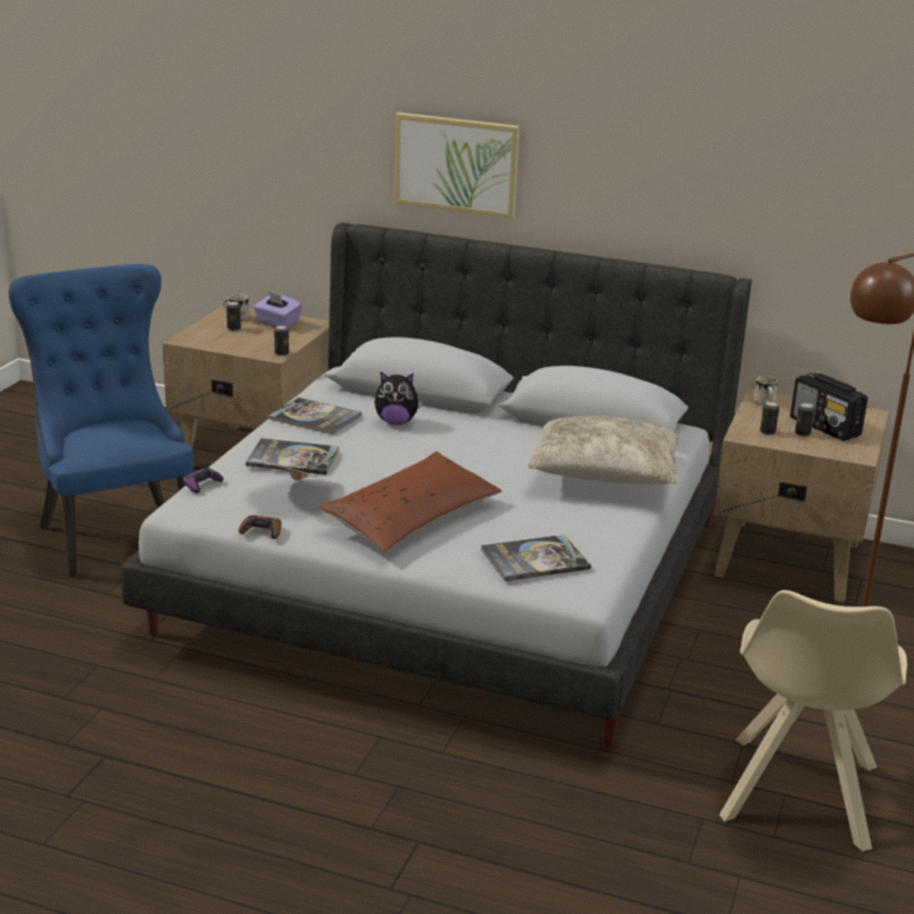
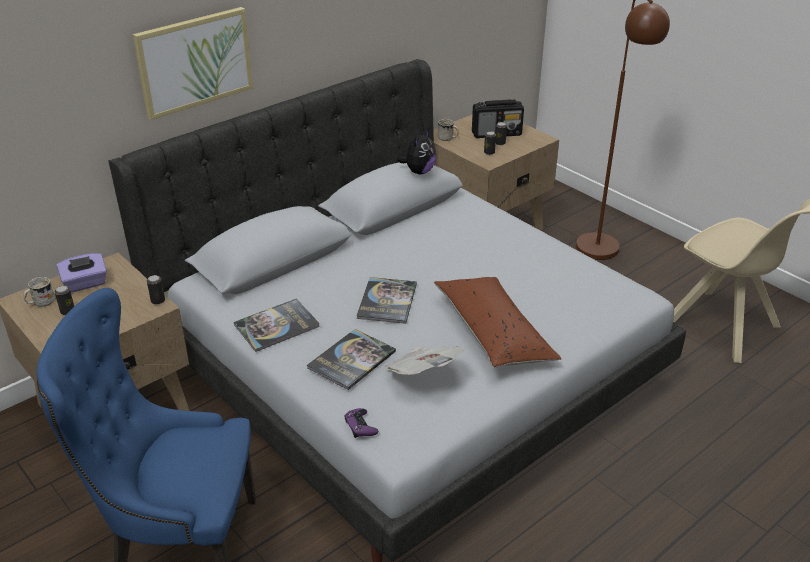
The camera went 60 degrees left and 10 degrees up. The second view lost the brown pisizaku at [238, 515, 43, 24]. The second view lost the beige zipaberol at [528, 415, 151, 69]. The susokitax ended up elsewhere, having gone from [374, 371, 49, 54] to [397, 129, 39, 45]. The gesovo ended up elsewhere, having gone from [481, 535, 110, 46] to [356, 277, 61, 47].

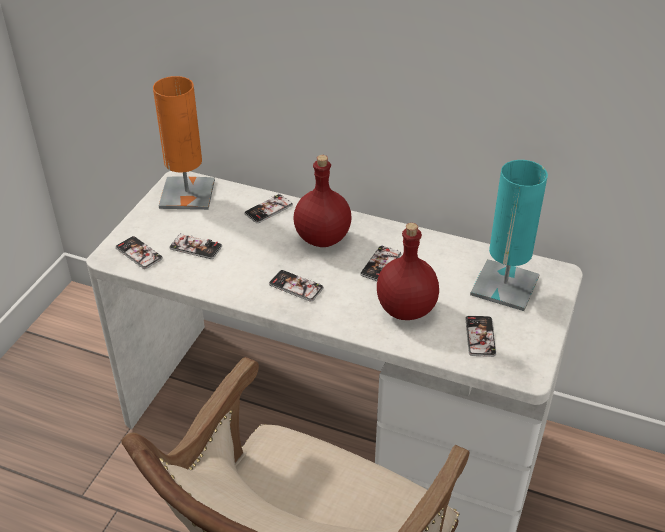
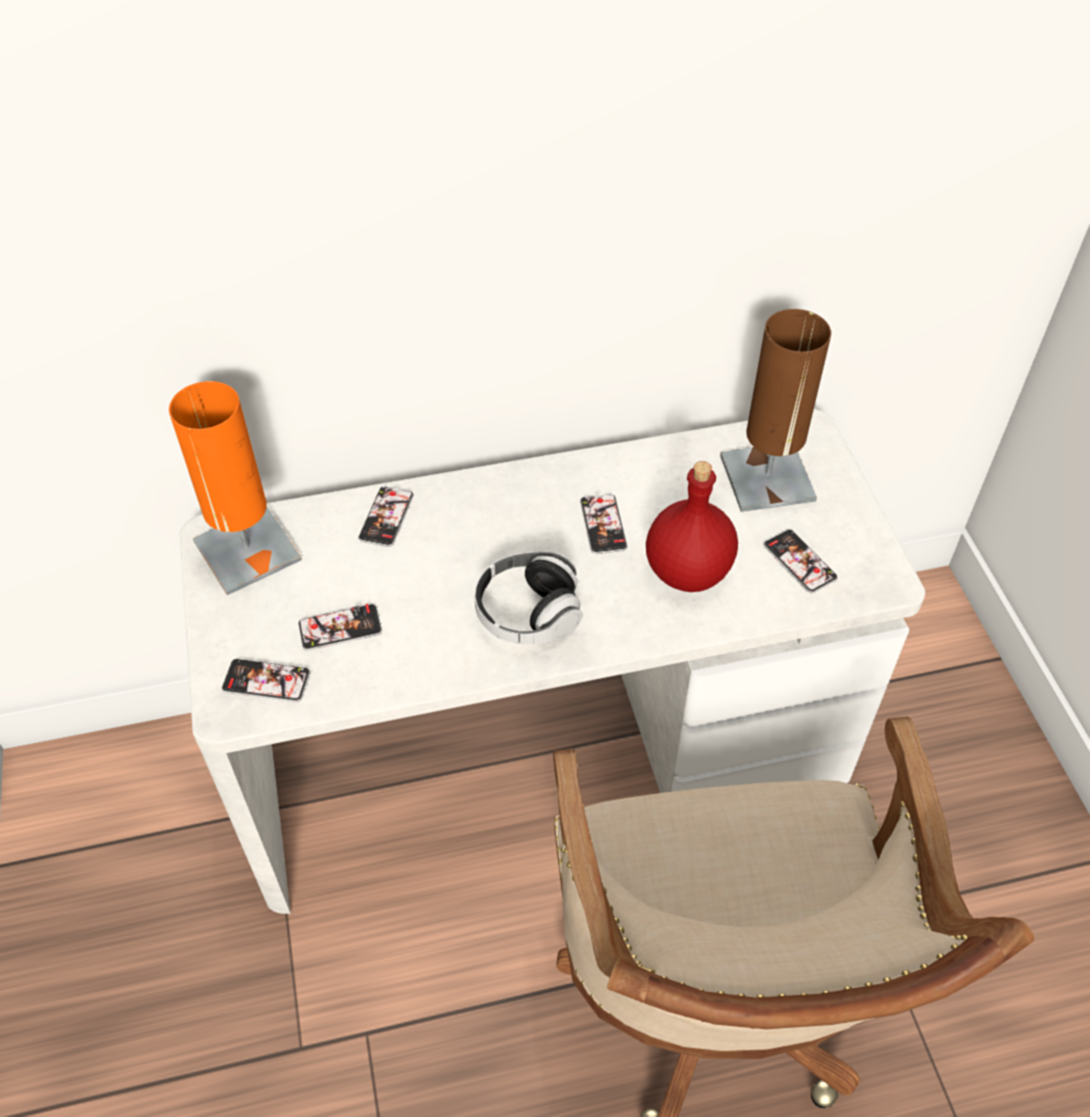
The camera went 35 degrees left and 10 degrees up. The second view lost the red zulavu at [294, 155, 58, 92]. Where the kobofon stood at [269, 270, 55, 31], the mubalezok came to stand at [474, 552, 109, 92]. What was the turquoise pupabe at [470, 160, 78, 151] turned into the brown pupabe at [720, 309, 111, 203].

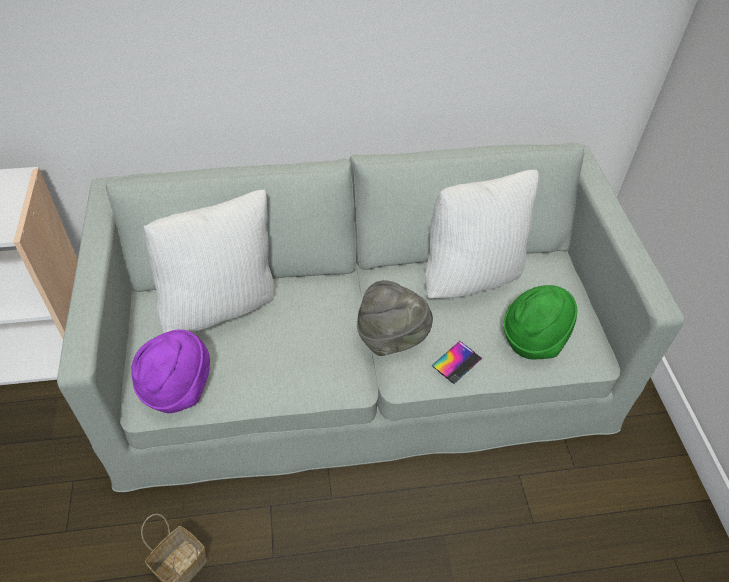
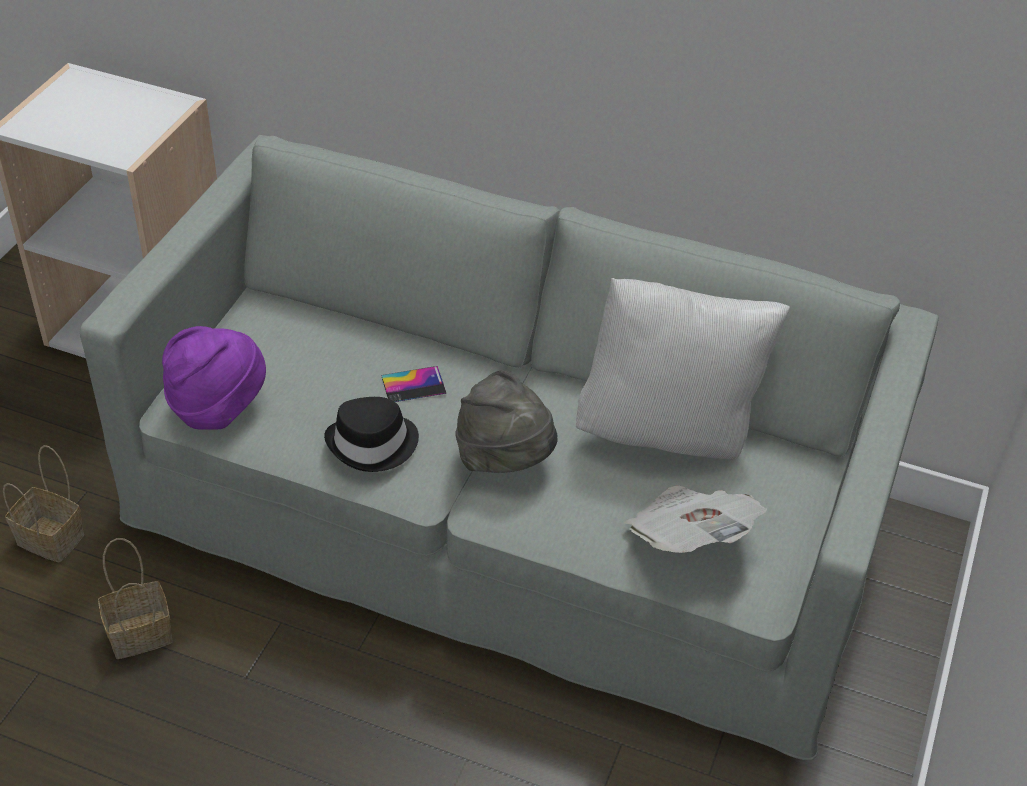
The camera went 30 degrees right and 5 degrees down. The second view lost the white zipaberol at [144, 190, 130, 143]. The second view gained the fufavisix at [3, 445, 81, 117]. The second view gained the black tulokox at [324, 397, 95, 75]. The kobofon ended up elsewhere, having gone from [431, 341, 51, 43] to [381, 366, 65, 36]. Where the green tulokox stood at [504, 285, 73, 74], the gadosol came to stand at [624, 486, 143, 67].

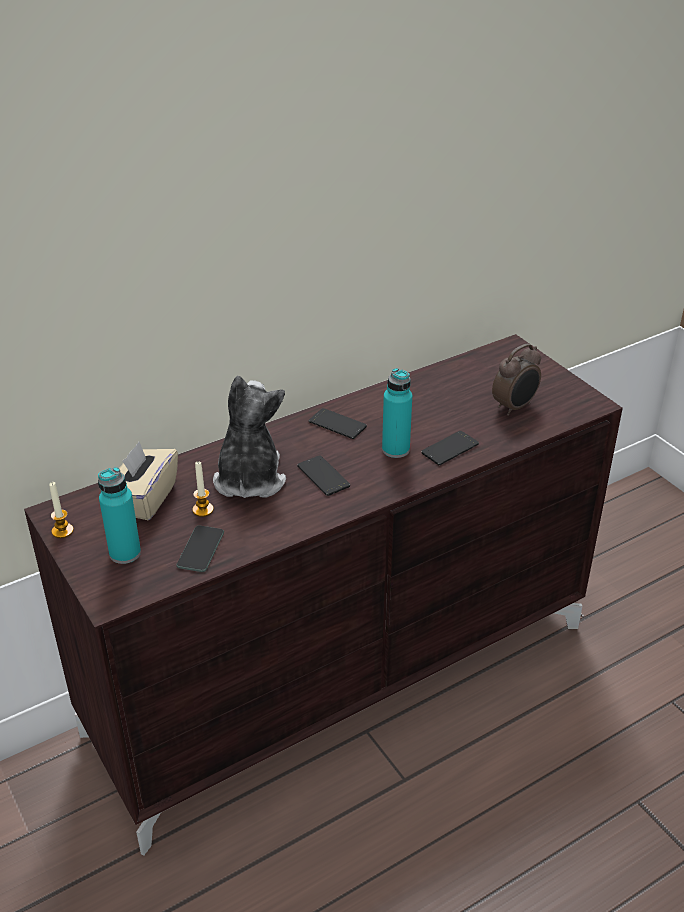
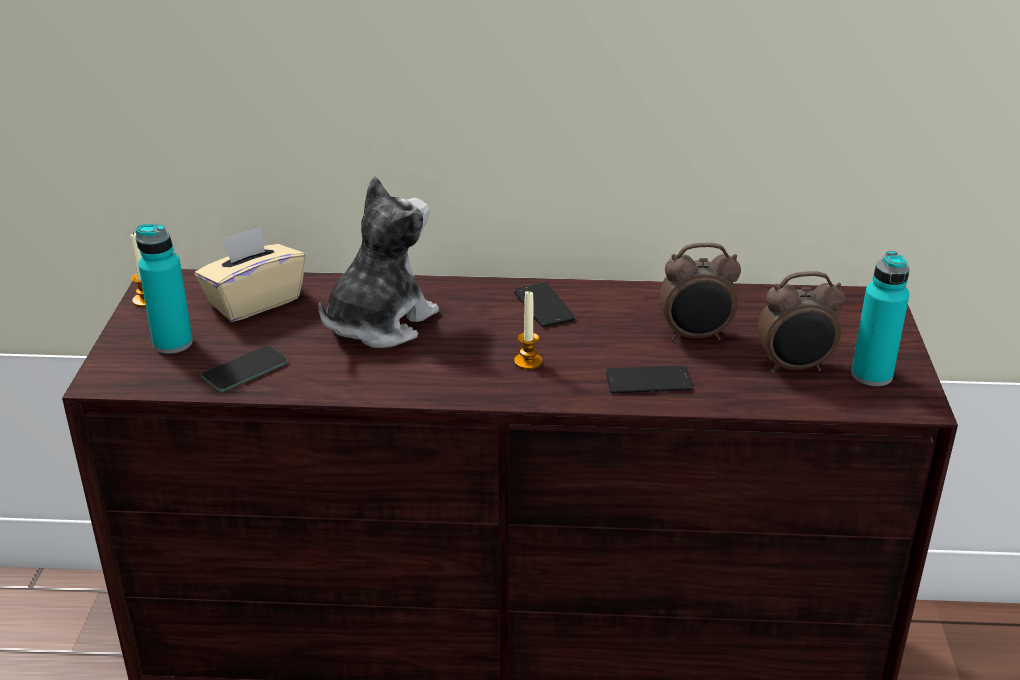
The camera went 35 degrees right and 5 degrees down. The second view lost the kobofon at [297, 456, 53, 40]. The second view gained the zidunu at [659, 243, 82, 98]. The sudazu ended up elsewhere, having gone from [193, 462, 21, 55] to [514, 291, 28, 79]. The turquoise zulavu ended up elsewhere, having gone from [382, 368, 30, 90] to [851, 251, 58, 135].

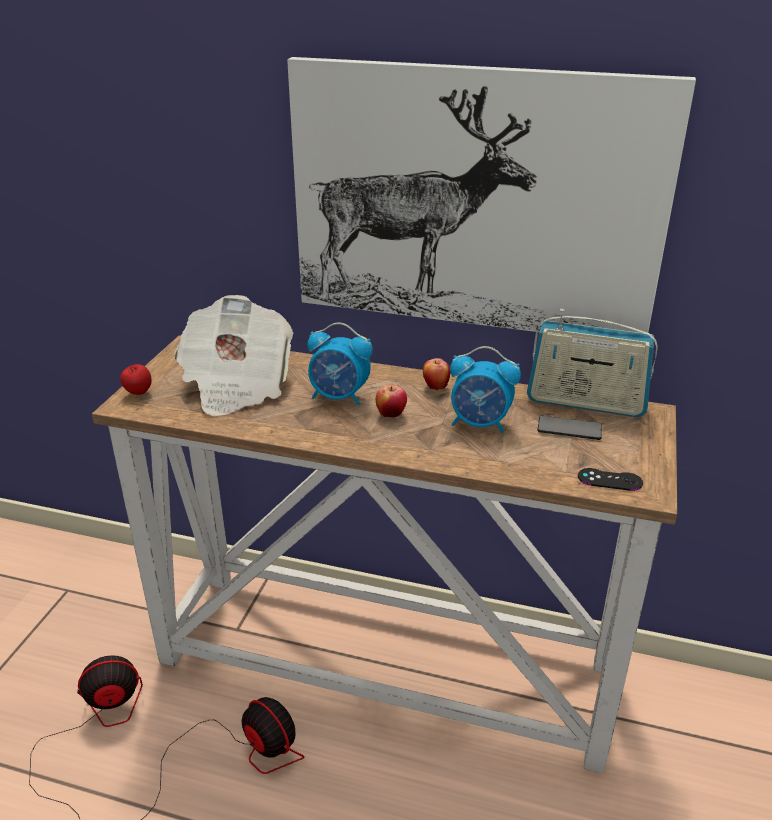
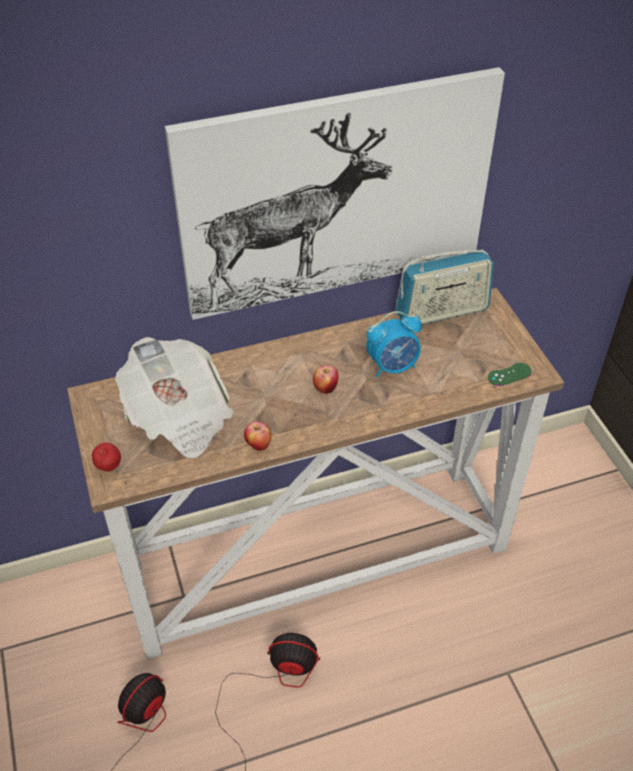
The camera went 35 degrees left and 15 degrees up. The second view lost the zidunu at [307, 322, 66, 84]. The second view lost the kobofon at [537, 416, 65, 24]. The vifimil ended up elsewhere, having gone from [423, 358, 27, 32] to [244, 421, 27, 30]. What was the black pisizaku at [578, 468, 65, 23] turned into the green pisizaku at [488, 363, 44, 23].

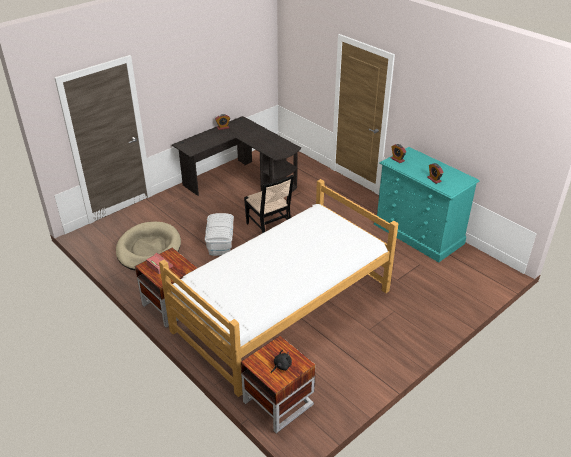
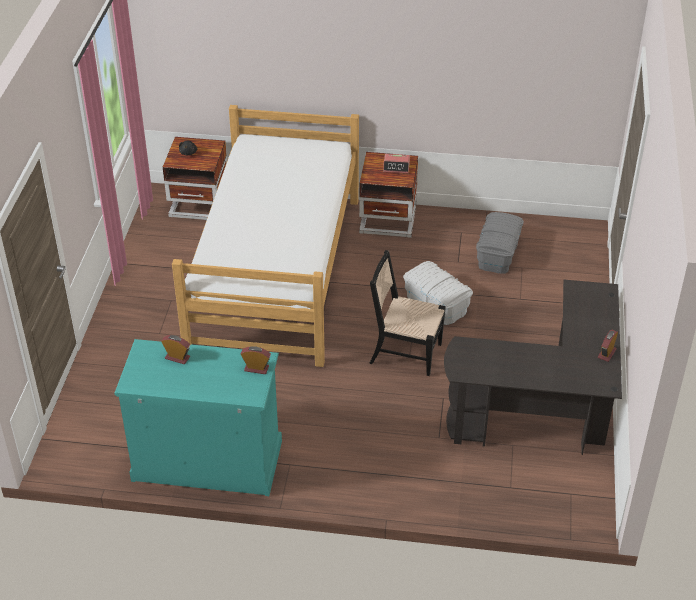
The camera went 140 degrees right and 5 degrees up. Where the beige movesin stood at [116, 222, 65, 49], the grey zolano came to stand at [476, 212, 48, 62].

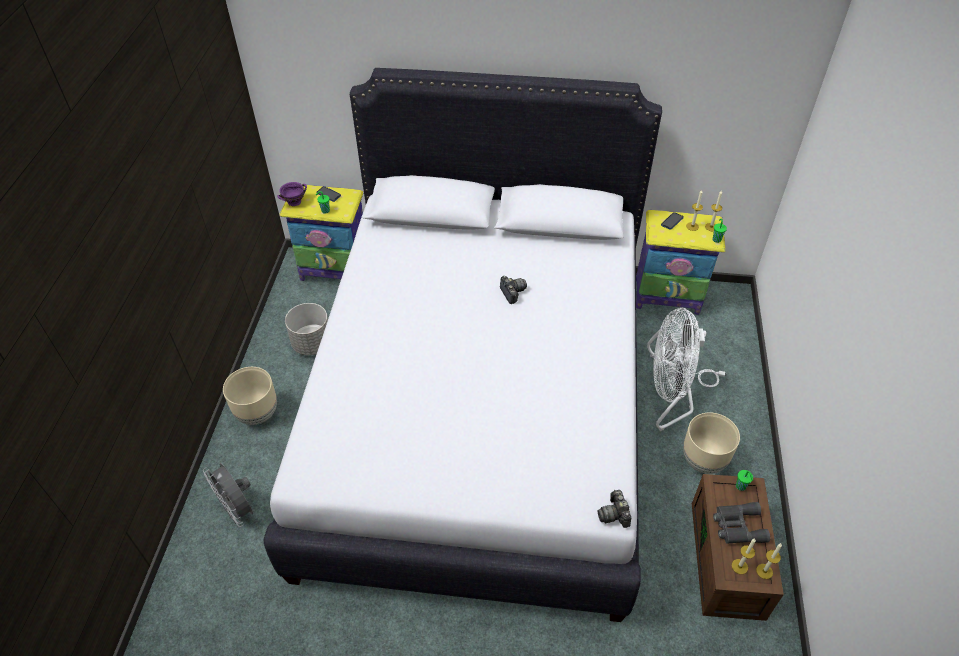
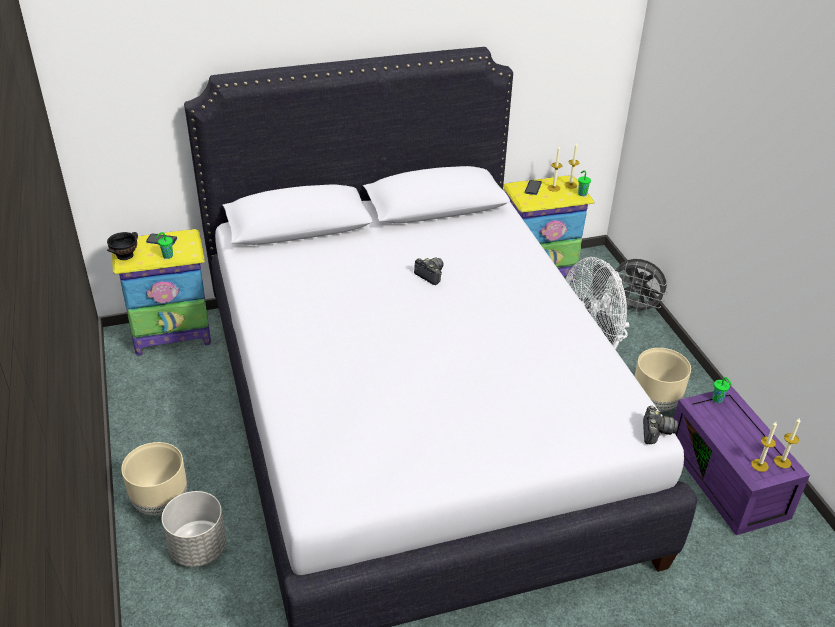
The camera went 25 degrees left and 10 degrees down. The second view lost the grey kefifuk at [713, 502, 57, 42]. The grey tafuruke ended up elsewhere, having gone from [203, 463, 50, 64] to [607, 259, 61, 55]. The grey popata ended up elsewhere, having gone from [285, 303, 43, 52] to [162, 491, 65, 76]. What was the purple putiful at [277, 182, 30, 24] turned into the black putiful at [107, 232, 31, 28]. What was the brown zolano at [692, 474, 92, 147] turned into the purple zolano at [674, 387, 136, 148]. The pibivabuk at [598, 490, 33, 38] ended up facing another way, 135 degrees counterclockwise from before.

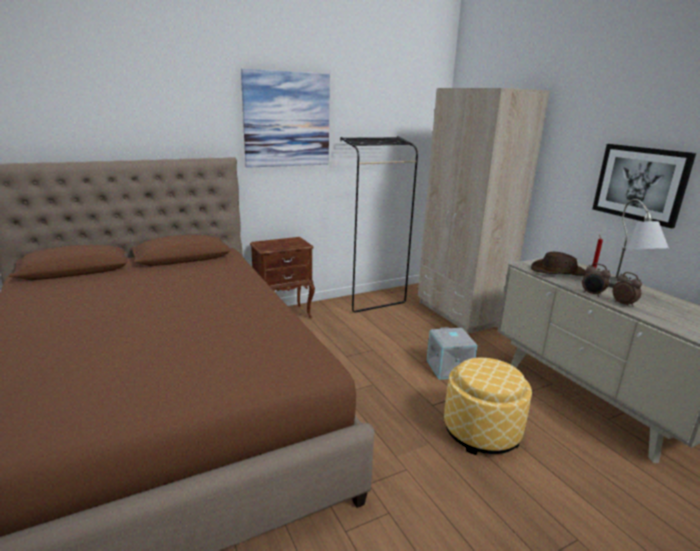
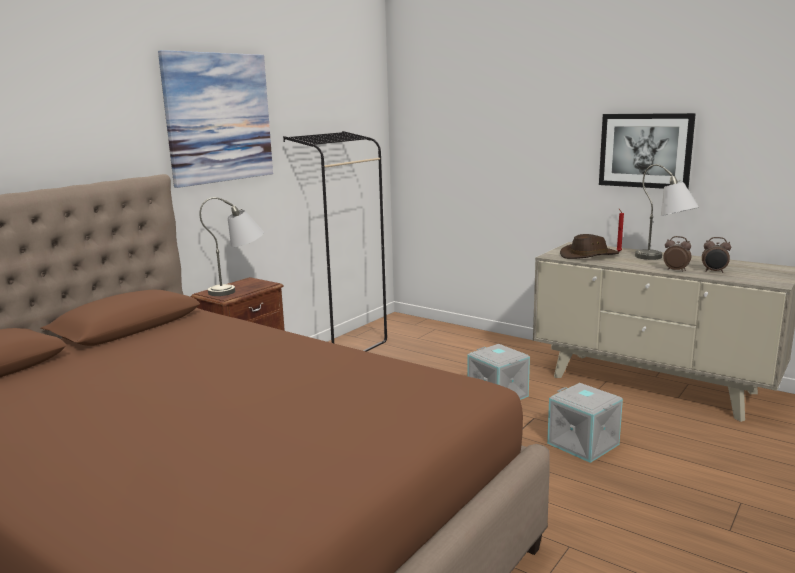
The camera went 25 degrees left and 5 degrees down. The second view lost the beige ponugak at [418, 88, 132, 246]. The second view gained the grey pupabe at [200, 197, 64, 99]. The zidunu ended up elsewhere, having gone from [582, 263, 29, 34] to [702, 237, 29, 36]. Where the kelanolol stood at [444, 357, 88, 98], the grey zolano came to stand at [547, 383, 76, 80].

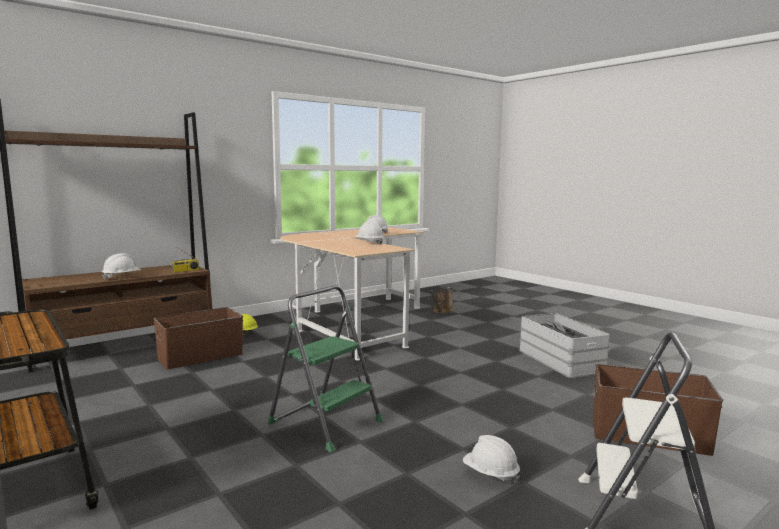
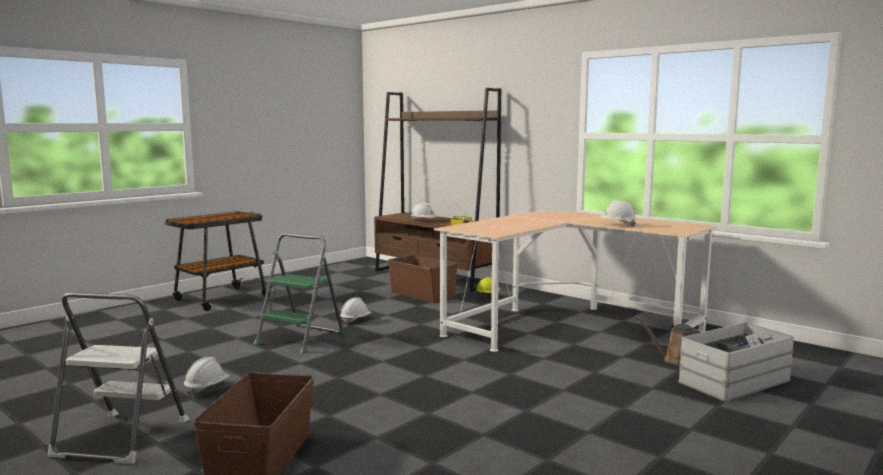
The camera went 80 degrees right and 0 degrees up. The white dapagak ended up elsewhere, having gone from [355, 221, 29, 23] to [340, 297, 32, 28]. The grey zolano ended up elsewhere, having gone from [519, 313, 91, 65] to [678, 322, 116, 79].

